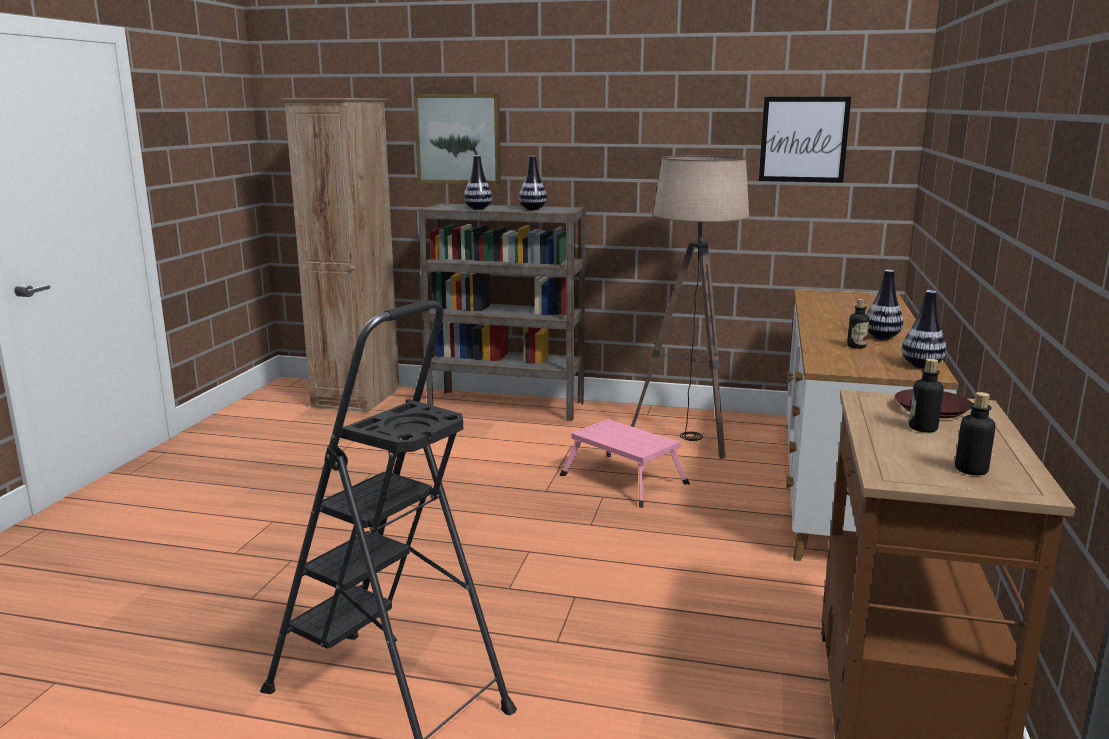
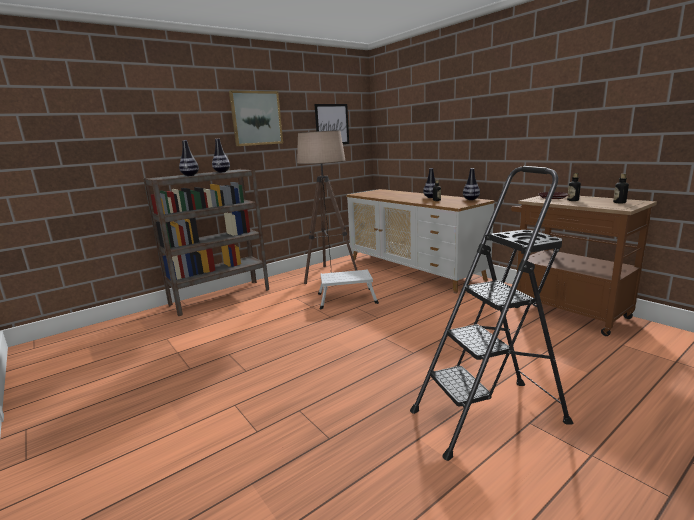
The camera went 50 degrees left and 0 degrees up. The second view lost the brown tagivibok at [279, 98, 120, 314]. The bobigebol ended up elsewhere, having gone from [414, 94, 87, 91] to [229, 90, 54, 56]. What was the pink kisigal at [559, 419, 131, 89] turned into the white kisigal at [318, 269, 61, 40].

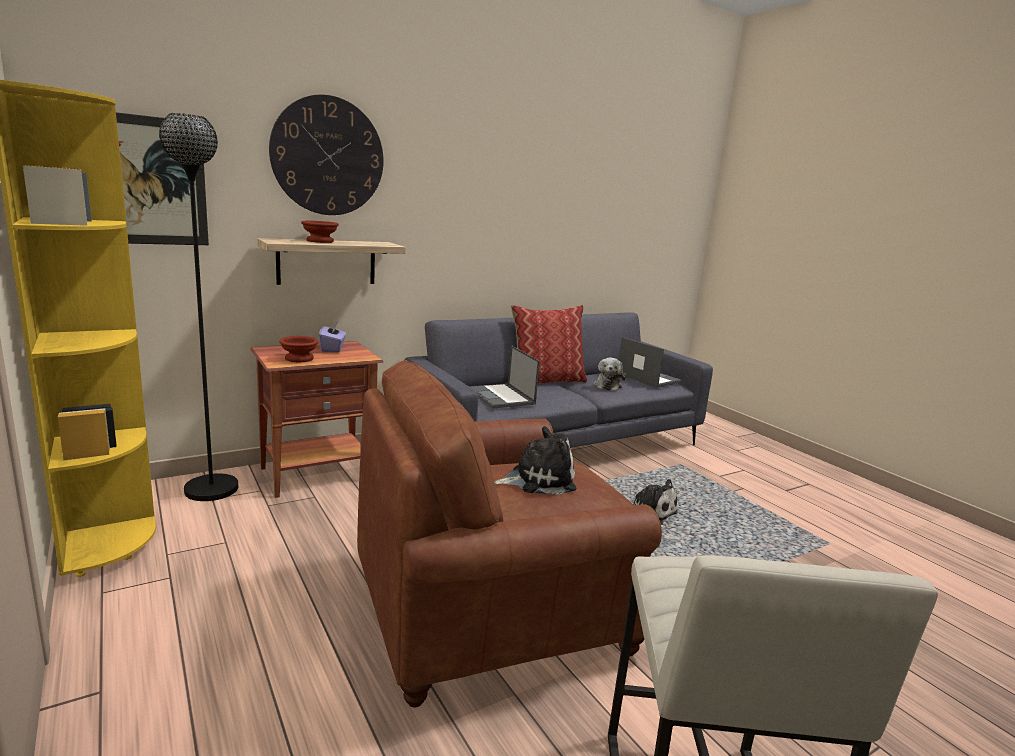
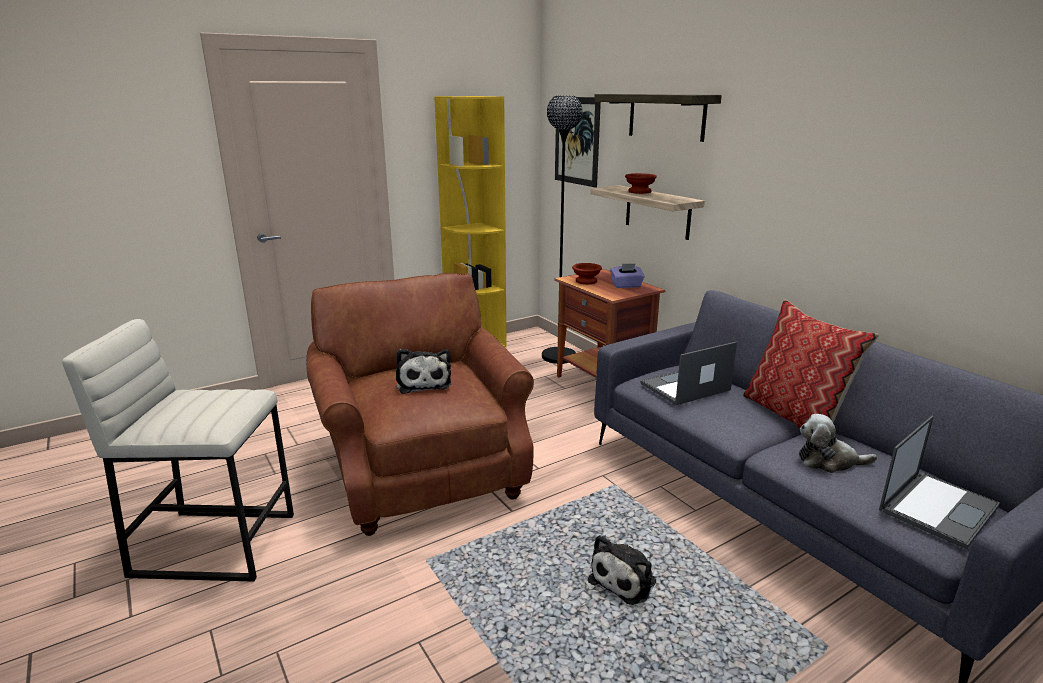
The camera went 90 degrees right and 5 degrees up. Where the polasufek hung at [269, 94, 115, 121], the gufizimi came to hang at [594, 94, 128, 48].

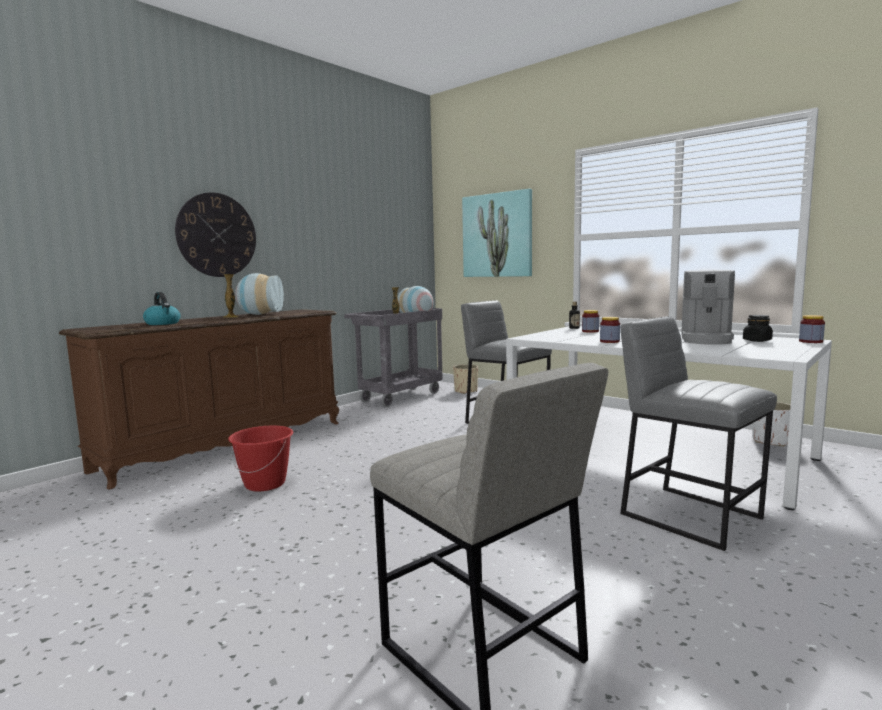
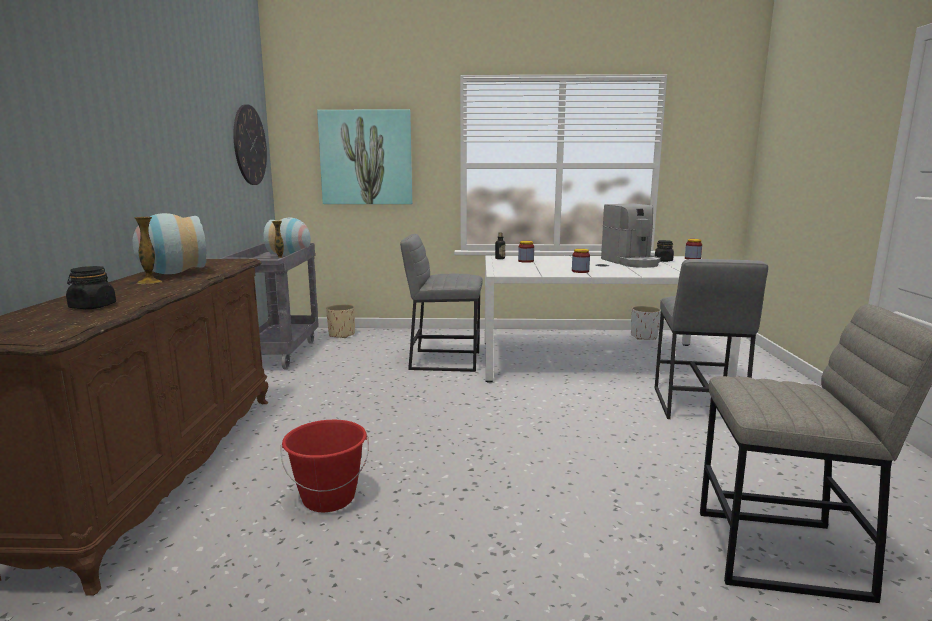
The camera went 40 degrees left and 5 degrees up. The polasufek ended up elsewhere, having gone from [175, 192, 81, 85] to [233, 104, 34, 81]. Where the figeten stood at [143, 292, 37, 33], the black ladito came to stand at [66, 266, 50, 43]. The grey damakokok at [621, 316, 156, 235] ended up facing another way, 90 degrees counterclockwise from before.

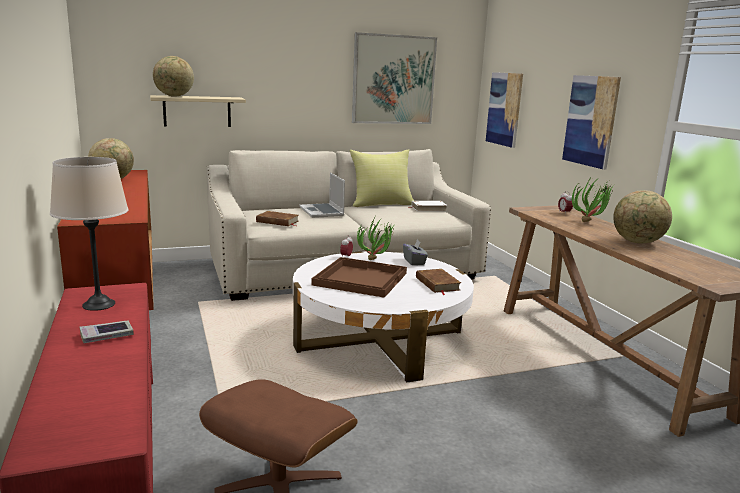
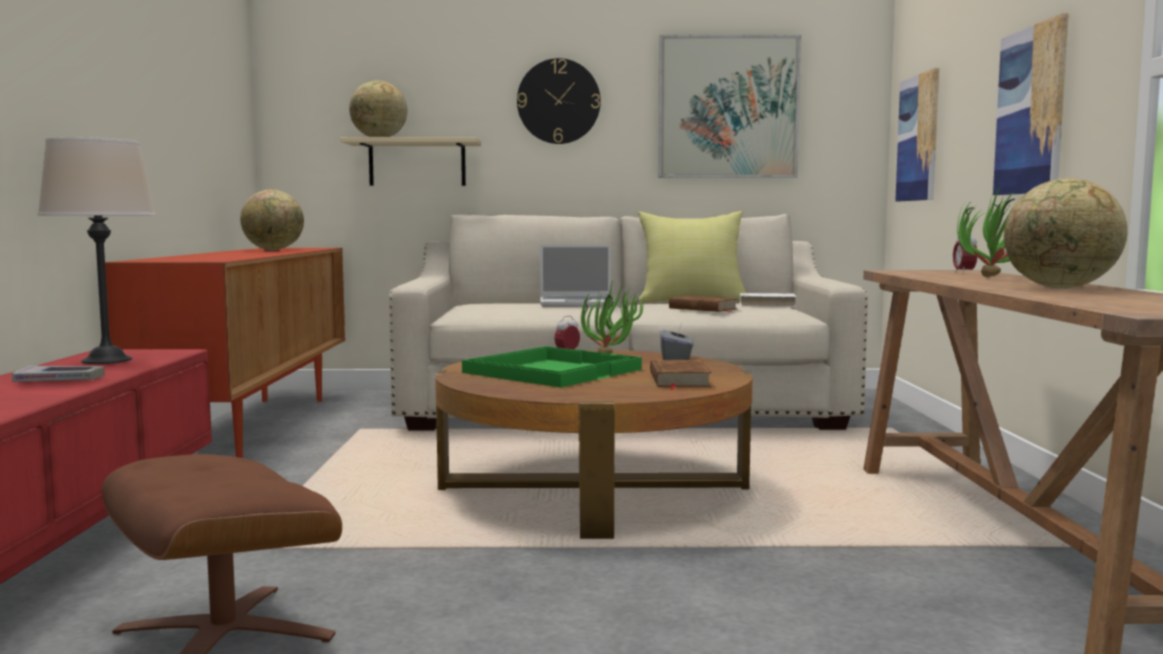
The camera went 20 degrees right and 10 degrees down. The second view gained the polasufek at [517, 58, 84, 86]. The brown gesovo ended up elsewhere, having gone from [256, 211, 43, 15] to [669, 296, 68, 16]. What was the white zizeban at [293, 251, 181, 131] turned into the brown zizeban at [435, 350, 318, 189]. What was the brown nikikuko at [312, 257, 95, 41] turned into the green nikikuko at [462, 346, 180, 42]. The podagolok at [299, 172, 46, 46] ended up facing another way, 90 degrees counterclockwise from before.

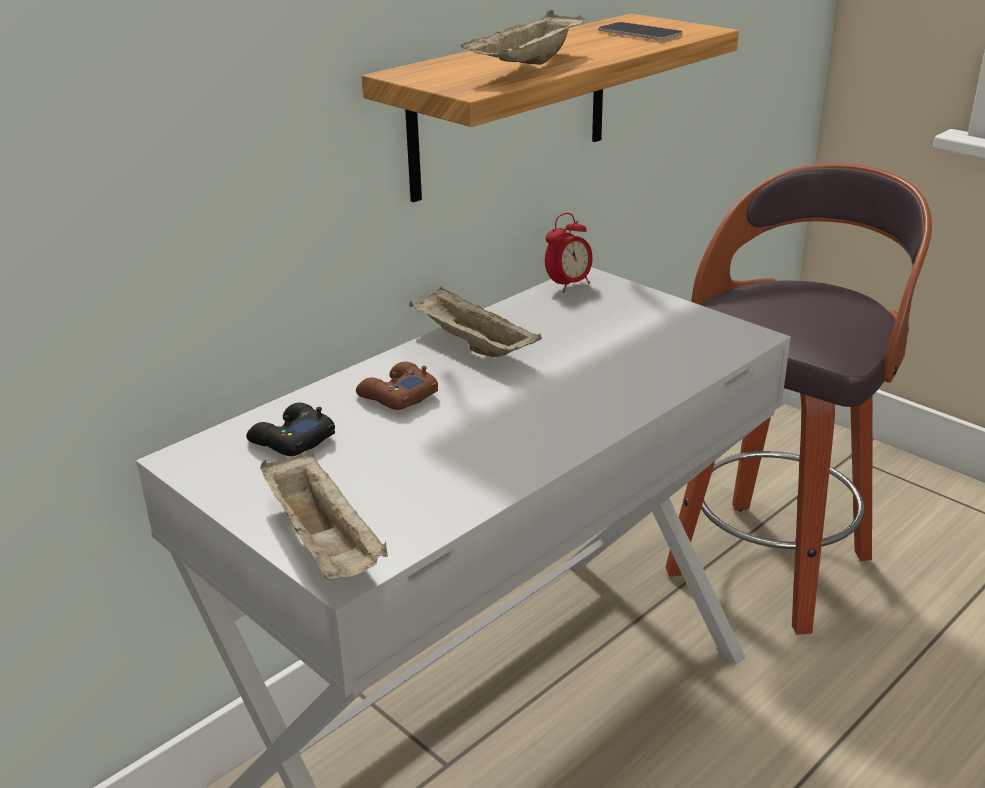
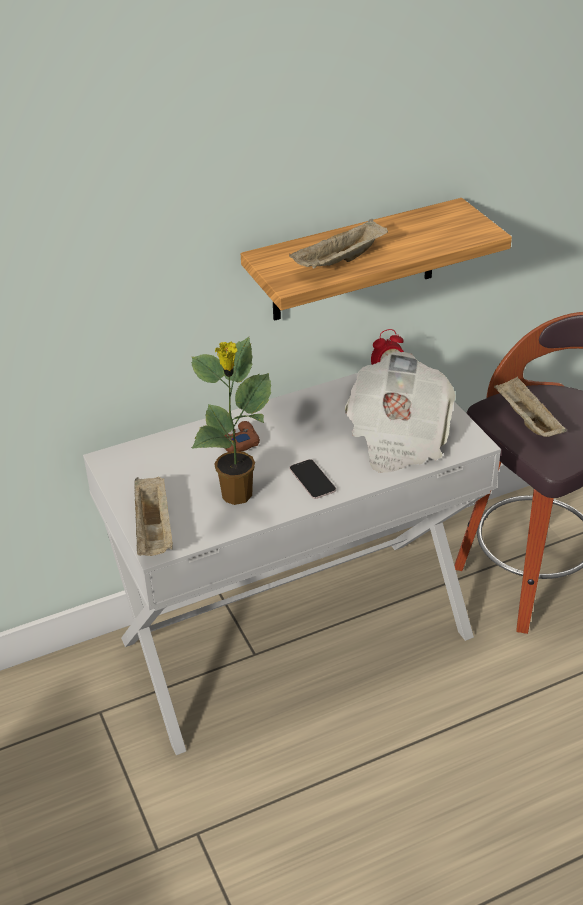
The camera went 20 degrees right and 10 degrees up. The second view lost the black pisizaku at [246, 403, 89, 53]. The second view gained the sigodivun at [191, 337, 80, 168]. The second view gained the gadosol at [345, 352, 111, 121]. The beige nikikuko ended up elsewhere, having gone from [409, 286, 133, 71] to [494, 376, 73, 61]. The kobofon ended up elsewhere, having gone from [598, 22, 85, 18] to [289, 459, 47, 40].

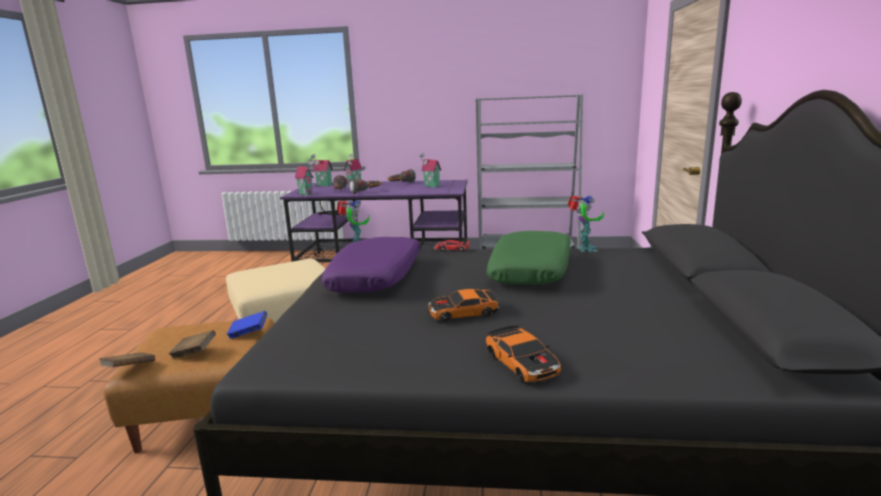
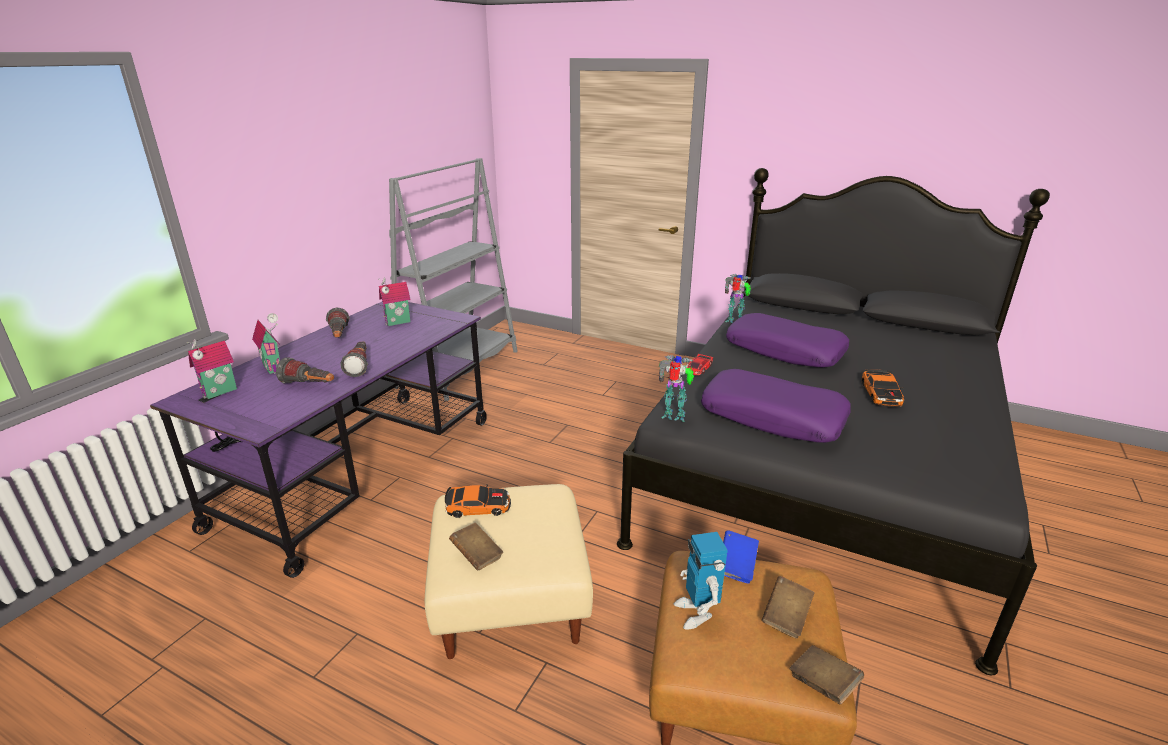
The camera went 70 degrees left and 10 degrees up. The second view lost the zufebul at [295, 159, 19, 37]. The second view gained the brown gesovo at [449, 523, 54, 48]. The second view gained the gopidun at [673, 532, 55, 97]. The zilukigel ended up elsewhere, having gone from [486, 326, 75, 57] to [445, 484, 66, 34]. What was the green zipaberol at [486, 231, 85, 54] turned into the purple zipaberol at [726, 313, 123, 54].

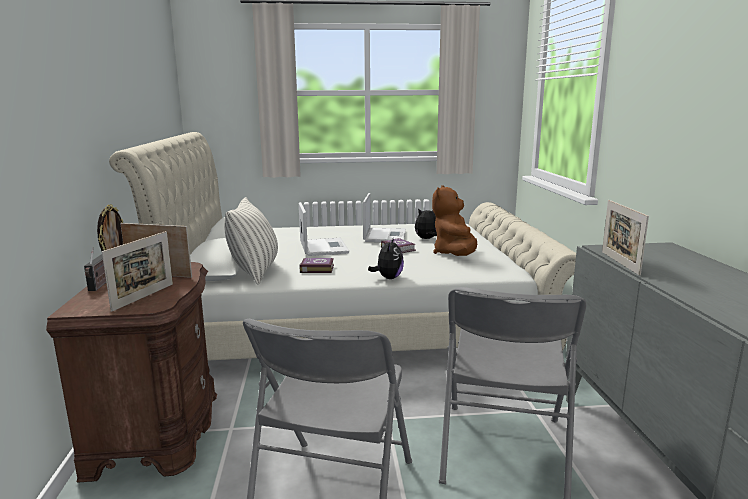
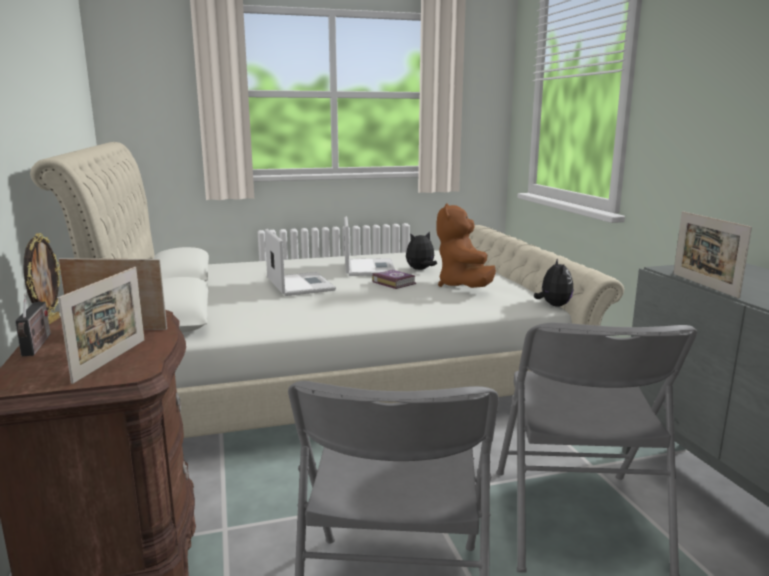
The camera went 10 degrees left and 0 degrees up. The second view lost the zipaberol at [224, 197, 54, 88]. The second view lost the gesovo at [300, 258, 34, 15]. The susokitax ended up elsewhere, having gone from [368, 237, 36, 42] to [534, 258, 39, 49].

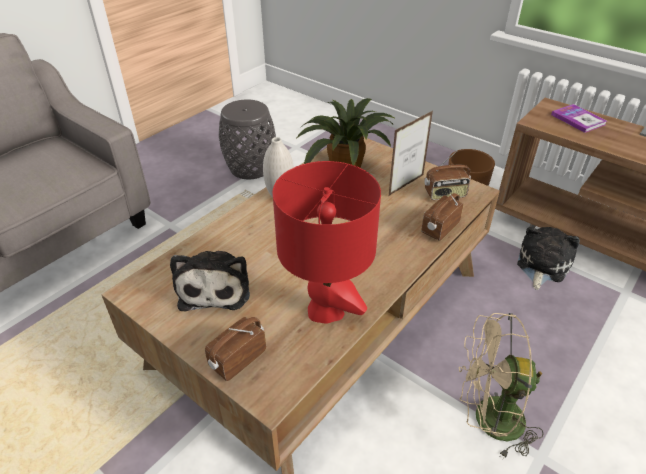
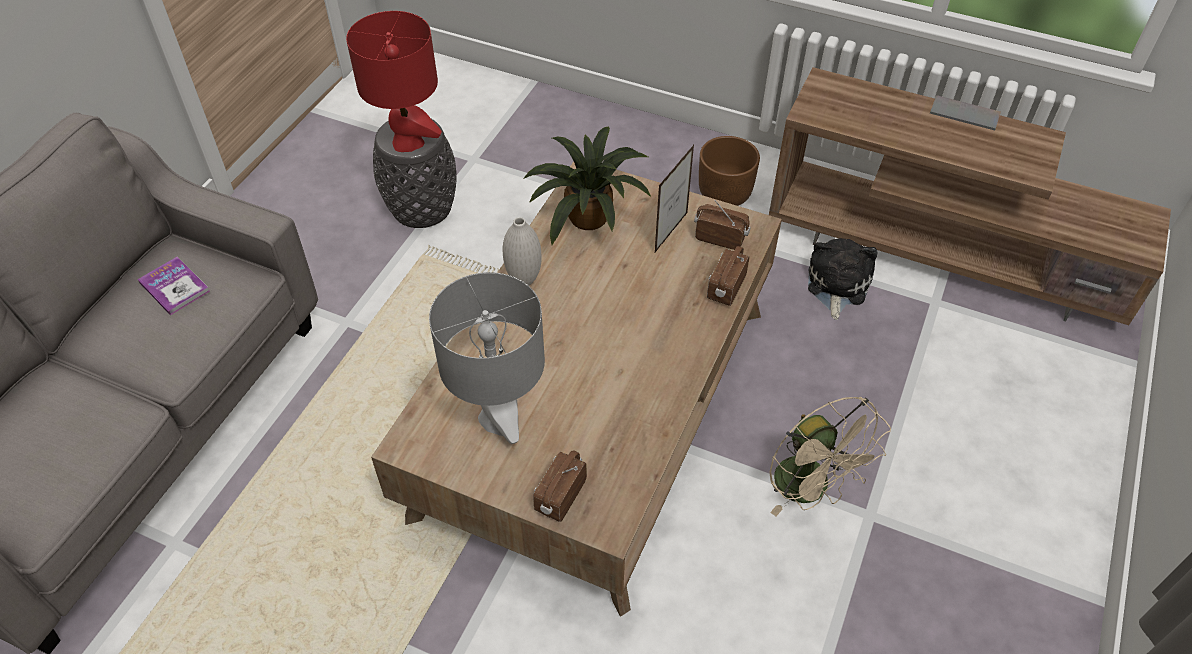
The camera went 15 degrees left and 10 degrees up. The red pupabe ended up elsewhere, having gone from [273, 161, 108, 163] to [346, 11, 96, 141]. The gesovo ended up elsewhere, having gone from [551, 104, 56, 29] to [138, 257, 72, 58]. Where the susokitax stood at [170, 251, 80, 60], the grey pupabe came to stand at [429, 272, 116, 172]. The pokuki at [424, 151, 47, 49] ended up facing another way, 135 degrees counterclockwise from before. The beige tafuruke at [459, 313, 85, 146] ended up facing another way, 105 degrees counterclockwise from before.

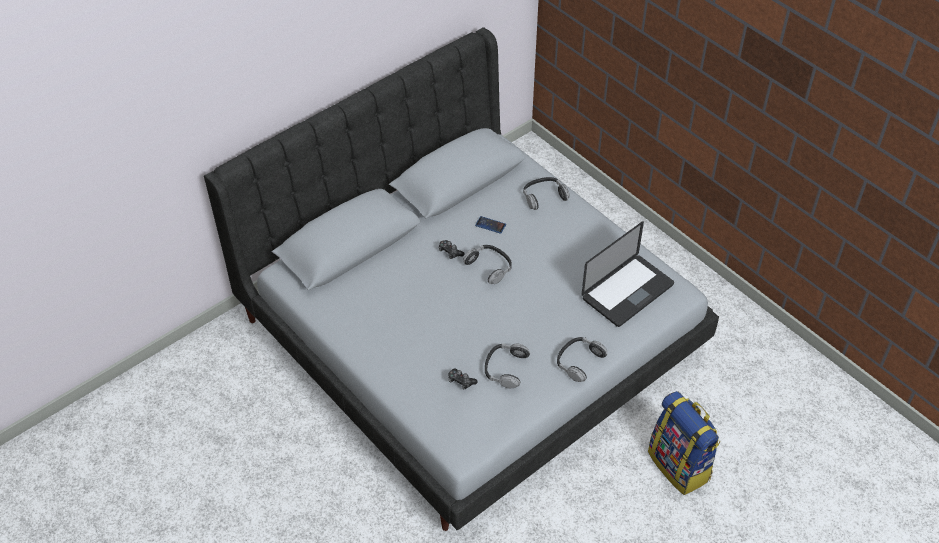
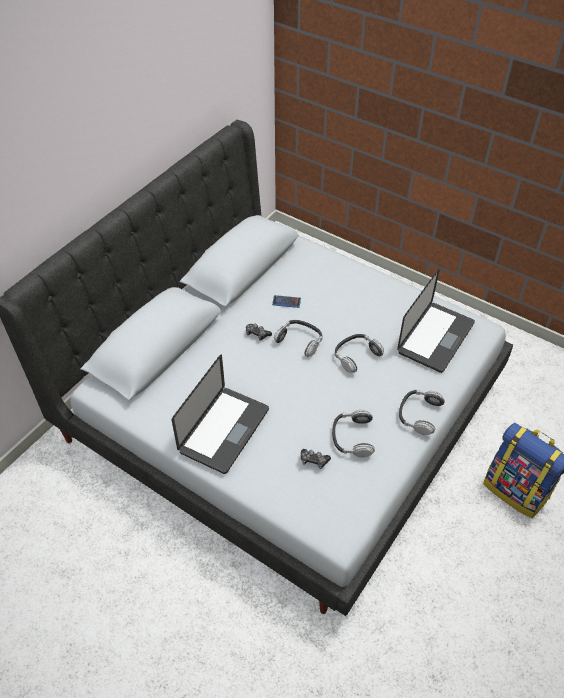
The camera went 15 degrees left and 0 degrees up. The second view gained the podagolok at [172, 355, 97, 119]. The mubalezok ended up elsewhere, having gone from [523, 177, 47, 33] to [335, 334, 49, 39].

